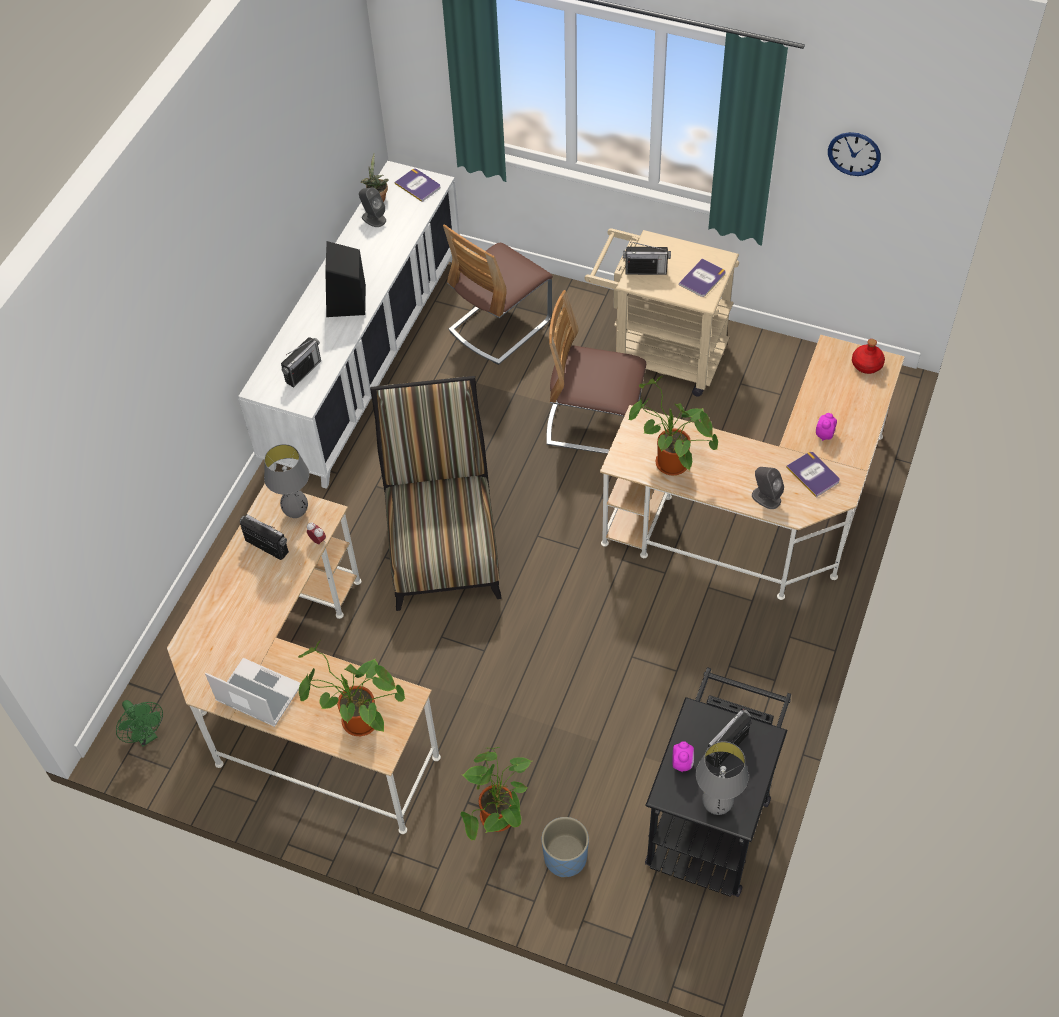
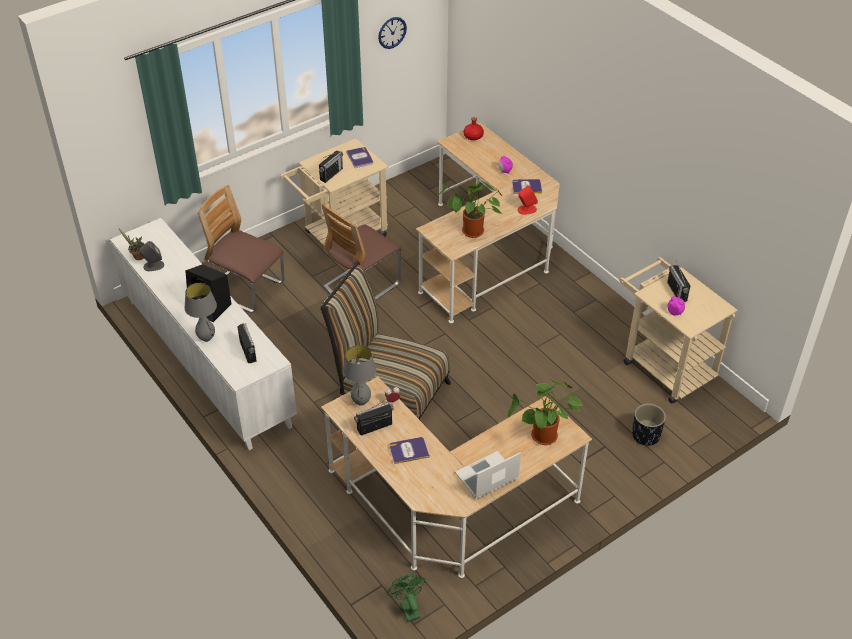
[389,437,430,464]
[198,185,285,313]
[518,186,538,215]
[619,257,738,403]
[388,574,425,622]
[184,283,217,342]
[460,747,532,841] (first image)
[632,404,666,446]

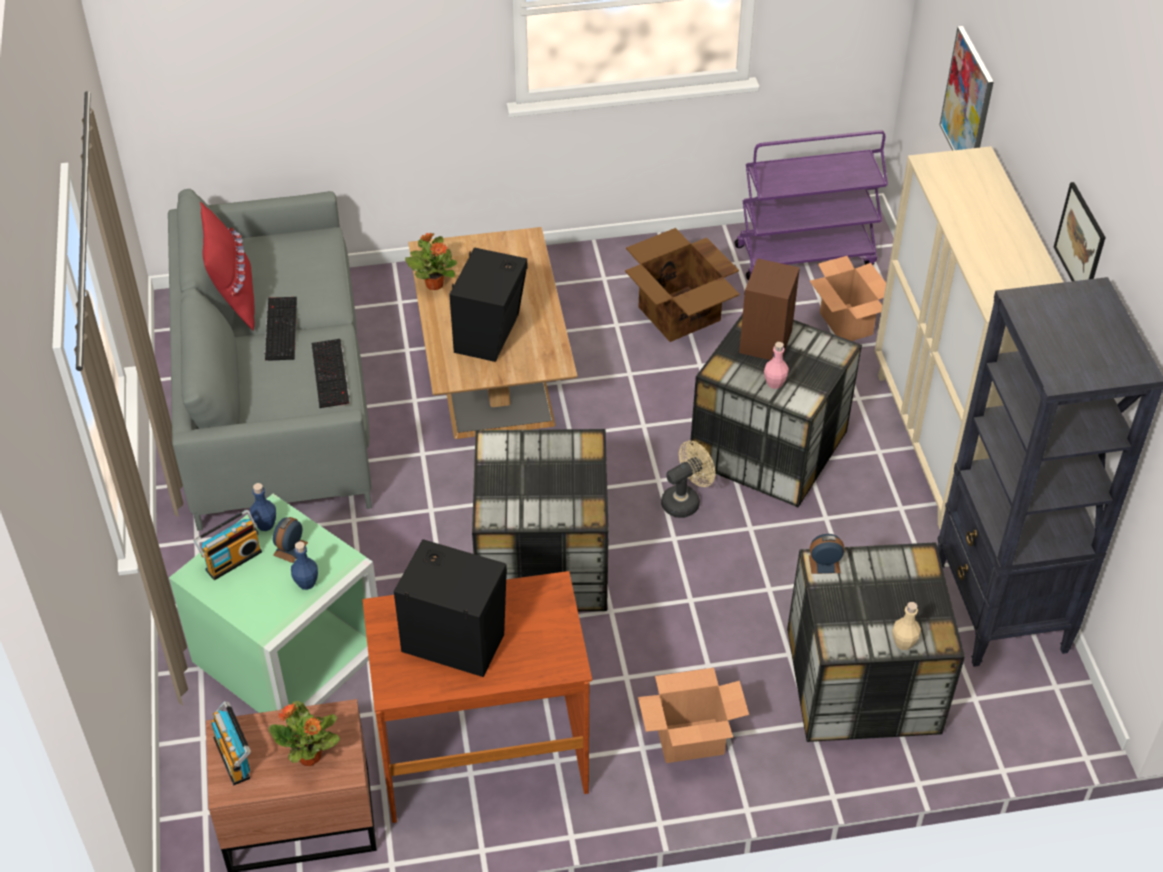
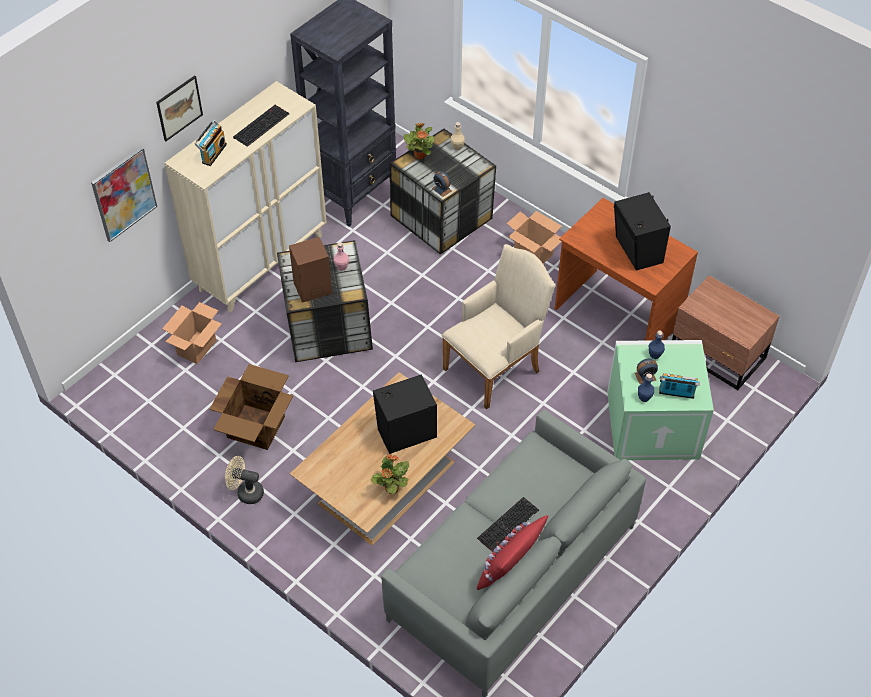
[734,130,888,280] (first image)
[156,75,203,141]
[233,105,289,147]
[442,244,556,409]
[225,456,264,504]
[195,120,227,166]
[403,123,435,159]

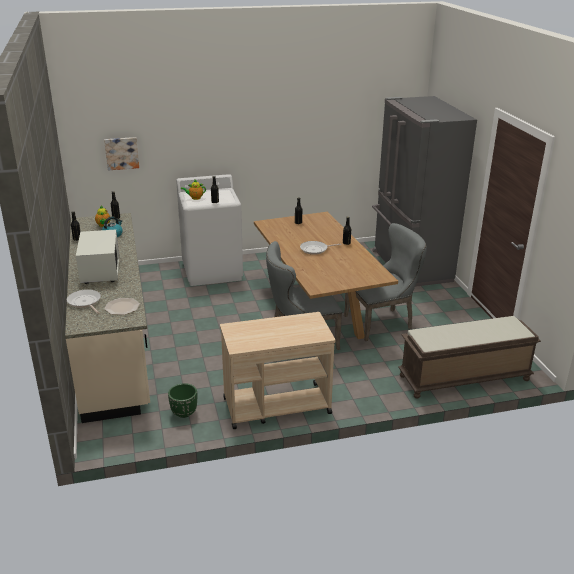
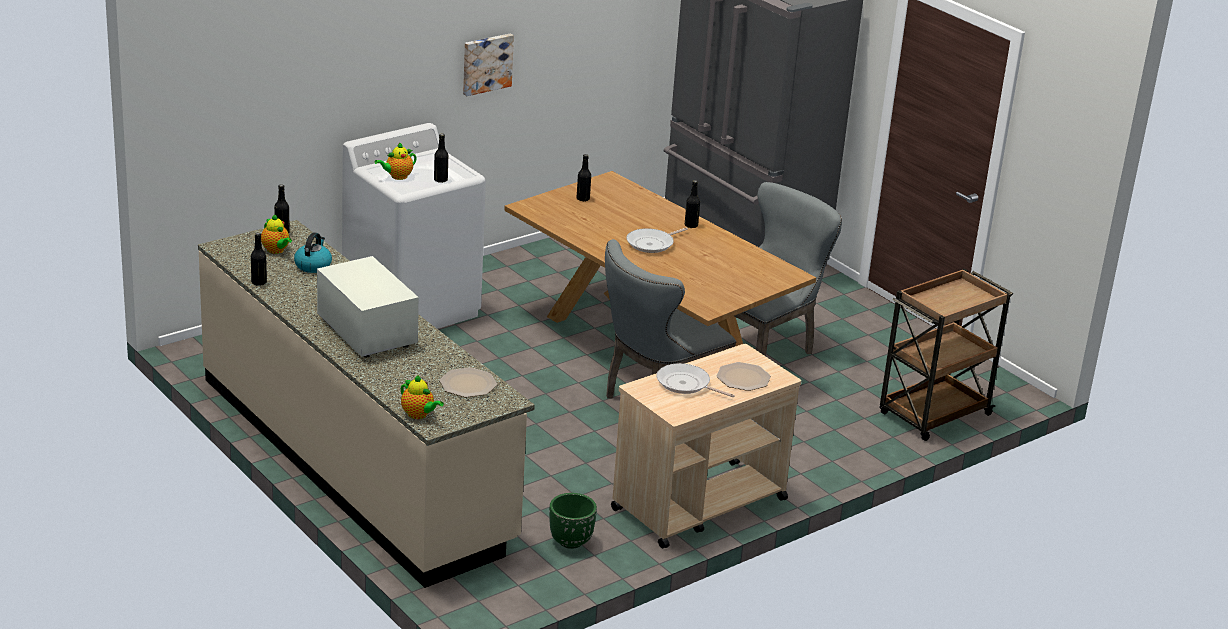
[463,33,514,96]
[657,363,735,397]
[880,269,1013,441]
[717,362,771,391]
[401,375,444,419]

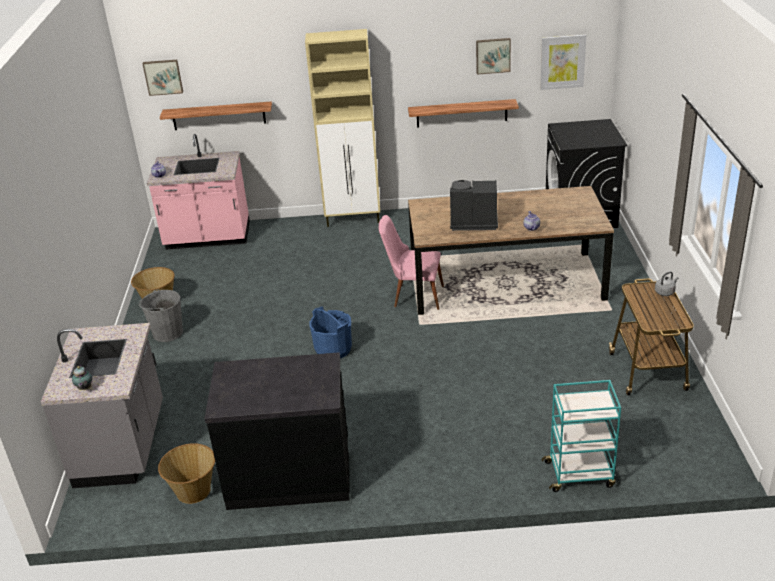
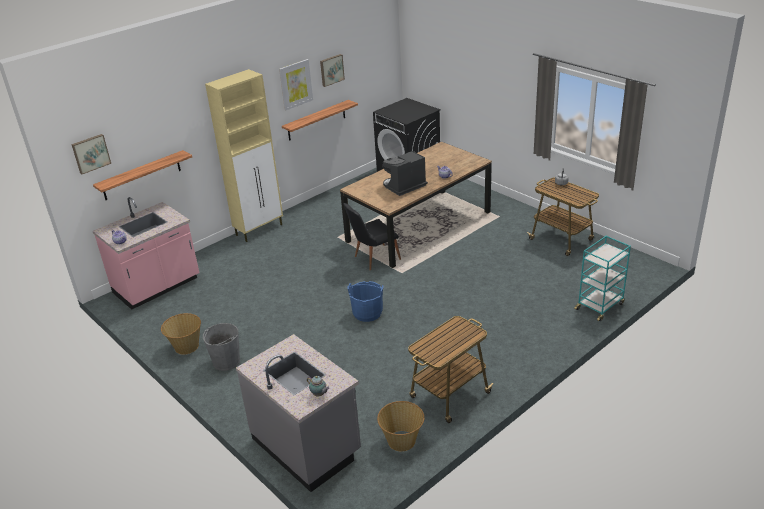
[279,59,313,110]
[343,203,401,270]
[408,316,493,423]

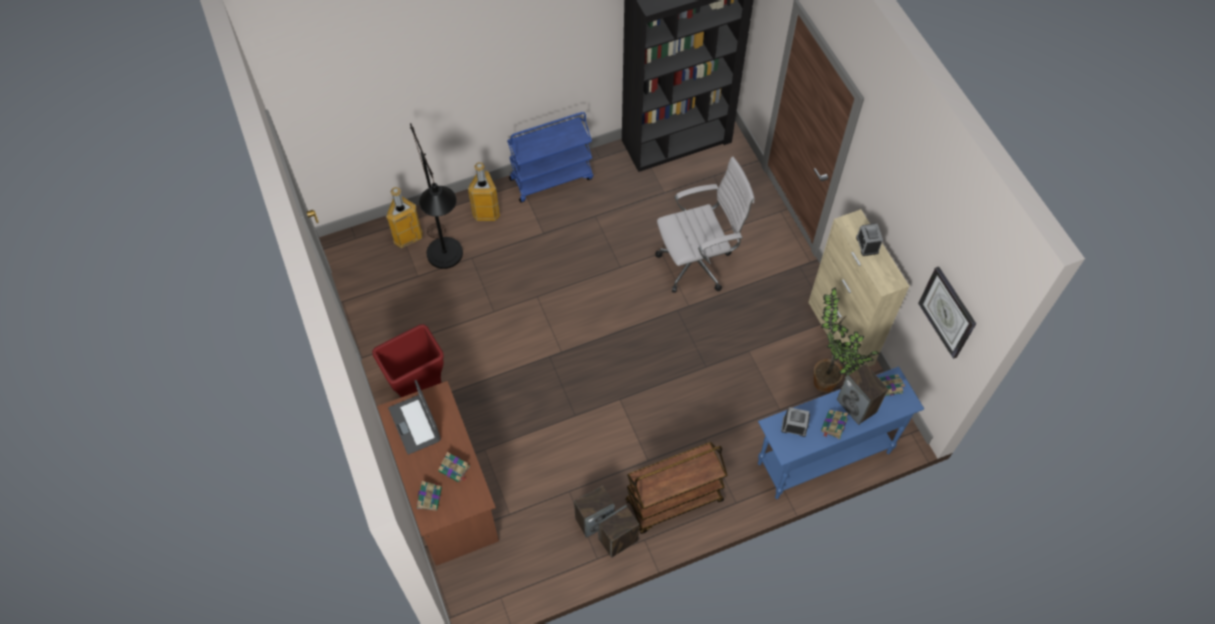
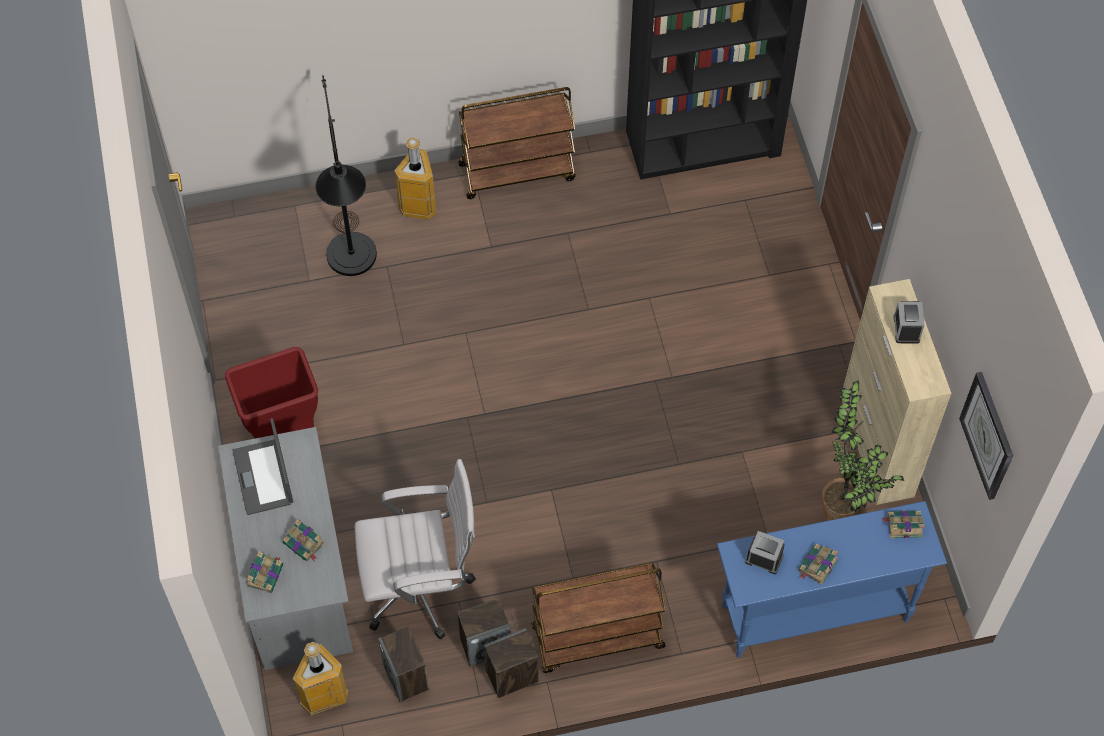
[458,87,576,199]
[355,459,476,639]
[293,642,348,716]
[378,626,429,702]
[218,427,353,670]

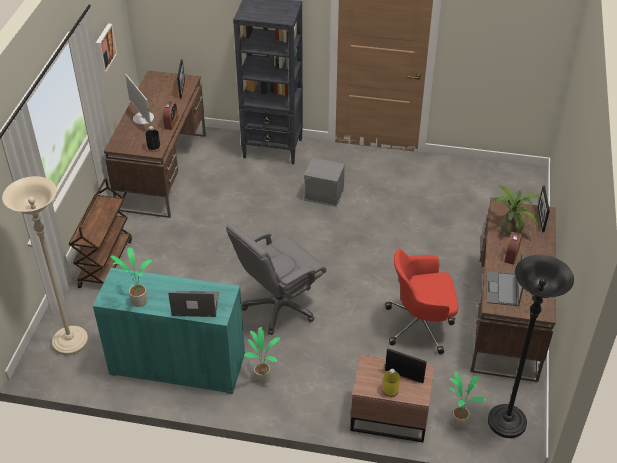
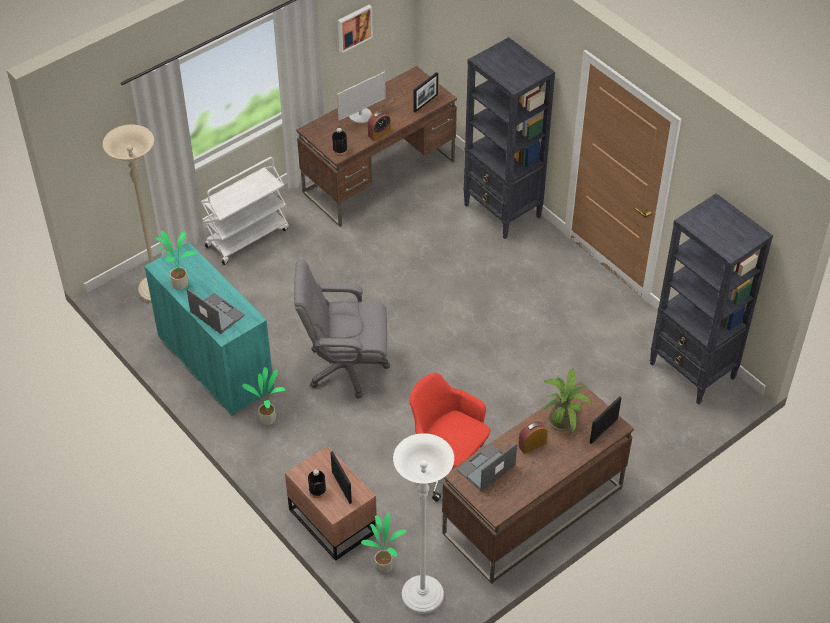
[337,72,386,123]
[304,158,345,207] (first image)
[201,157,289,265]
[393,433,454,614]
[308,469,326,498]
[650,193,773,405]

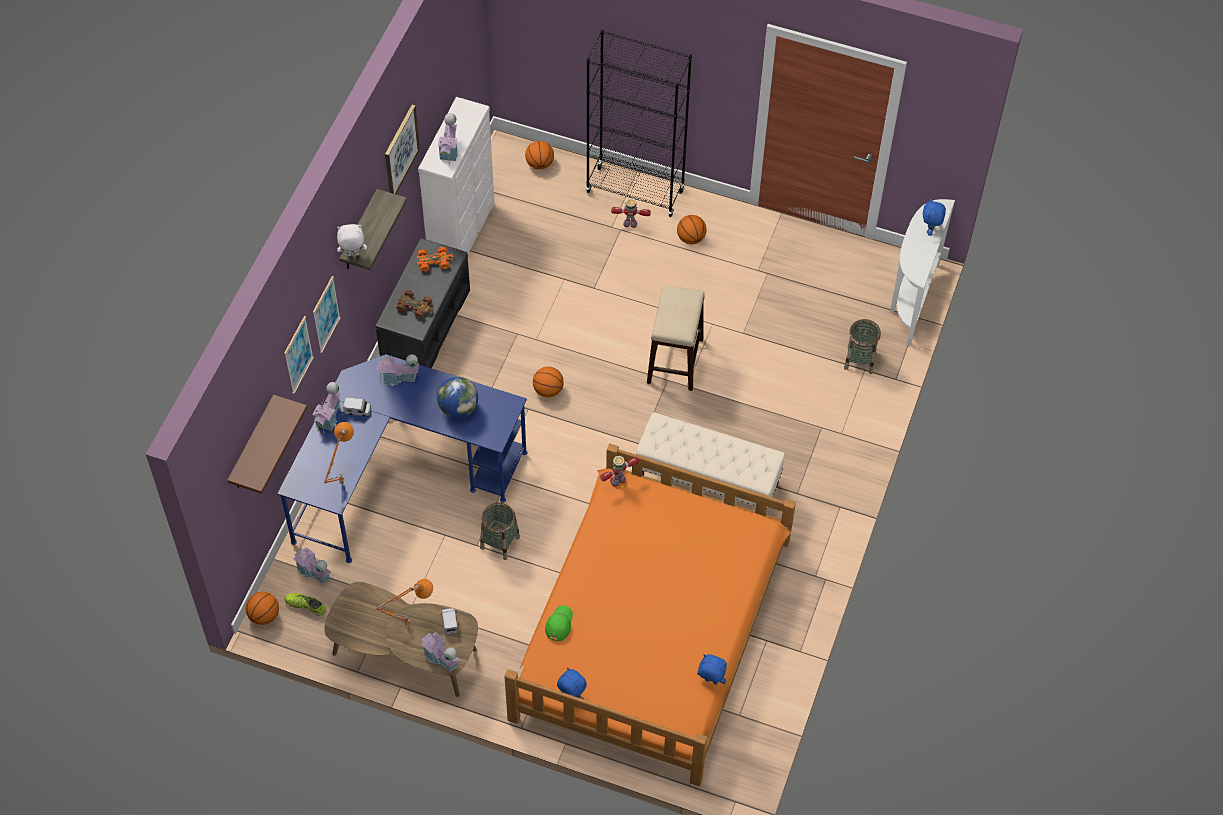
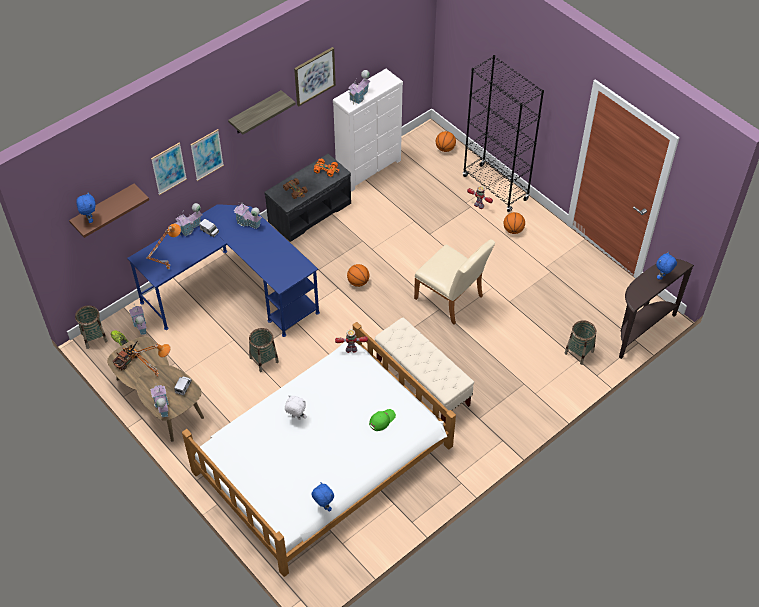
[619,259,694,359]
[285,395,307,420]
[414,239,495,324]
[437,377,478,418] (first image)
[182,322,456,577]
[75,305,108,349]
[369,409,396,431]
[76,192,96,223]
[112,341,140,370]

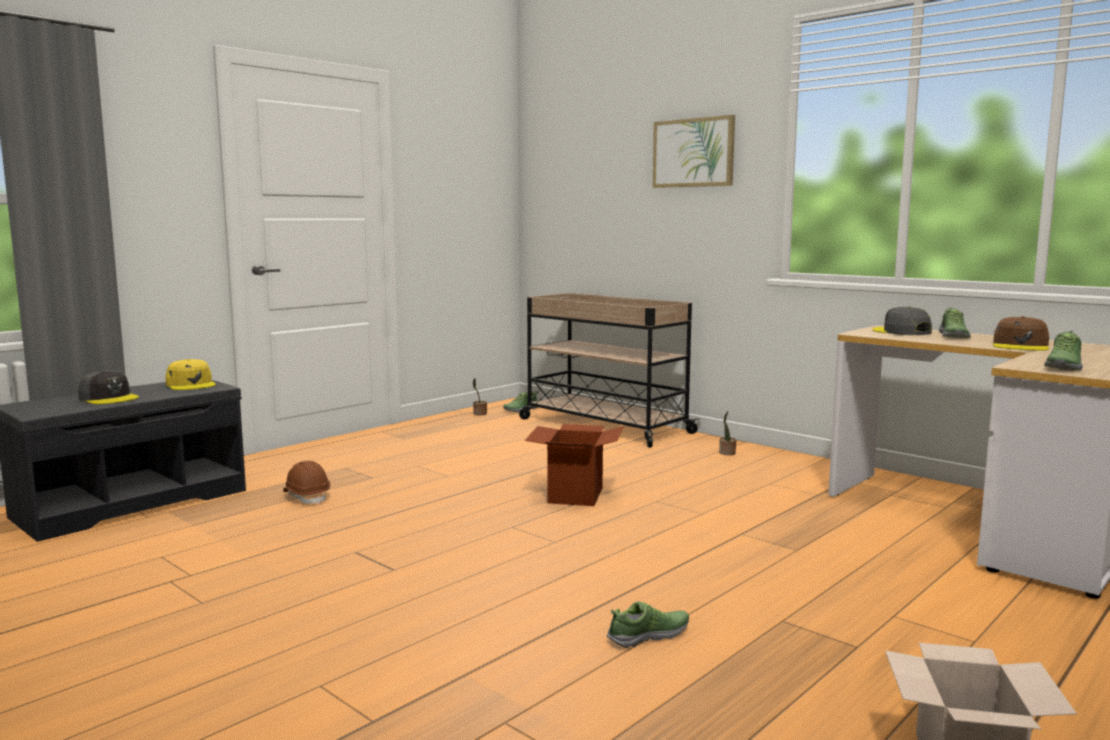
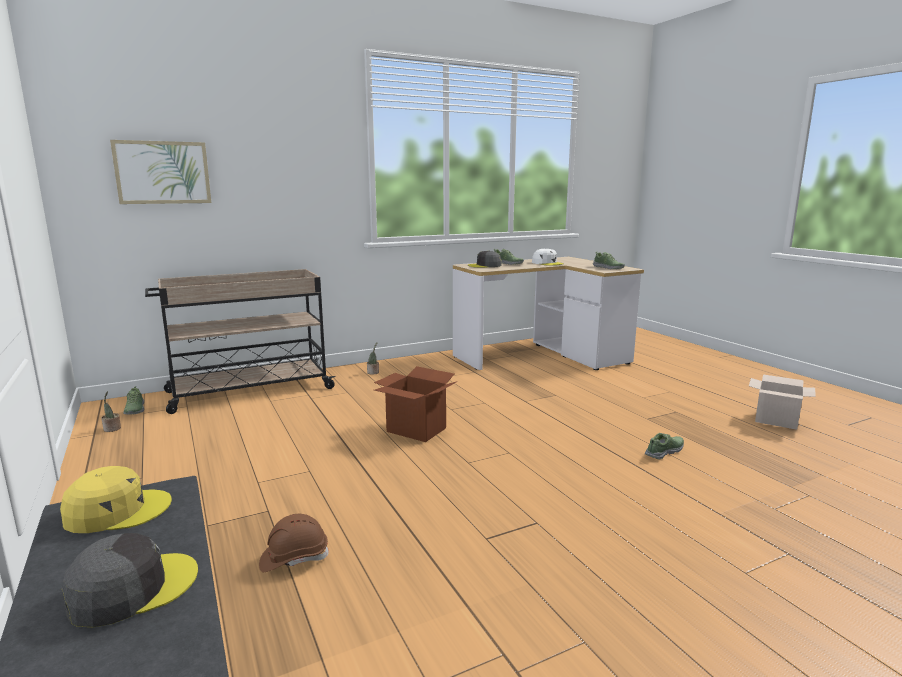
[110,140,211,204]
[532,248,564,265]
[645,433,684,460]

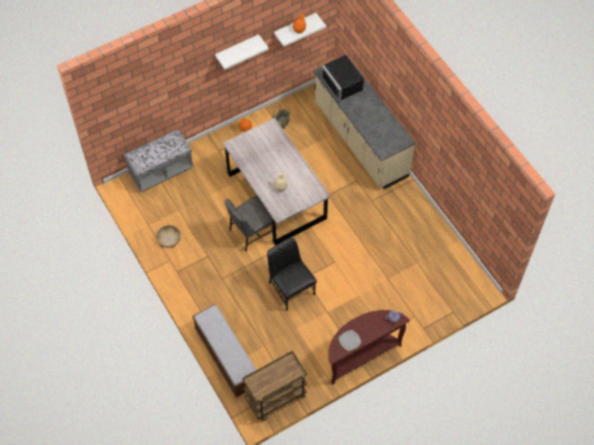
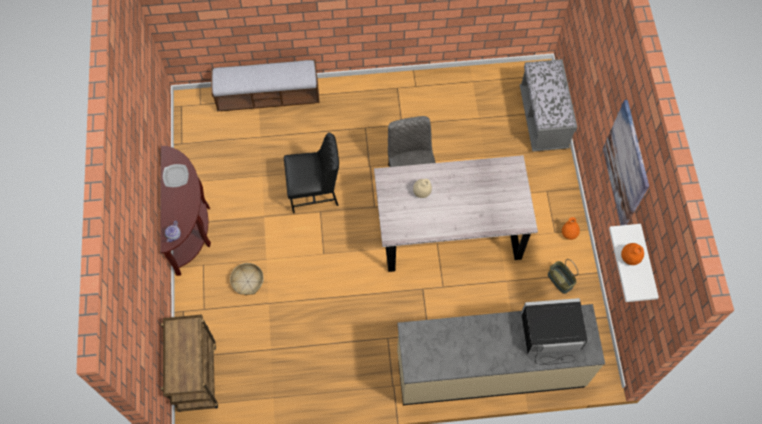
[603,100,649,226]
[230,263,264,295]
[161,314,218,412]

